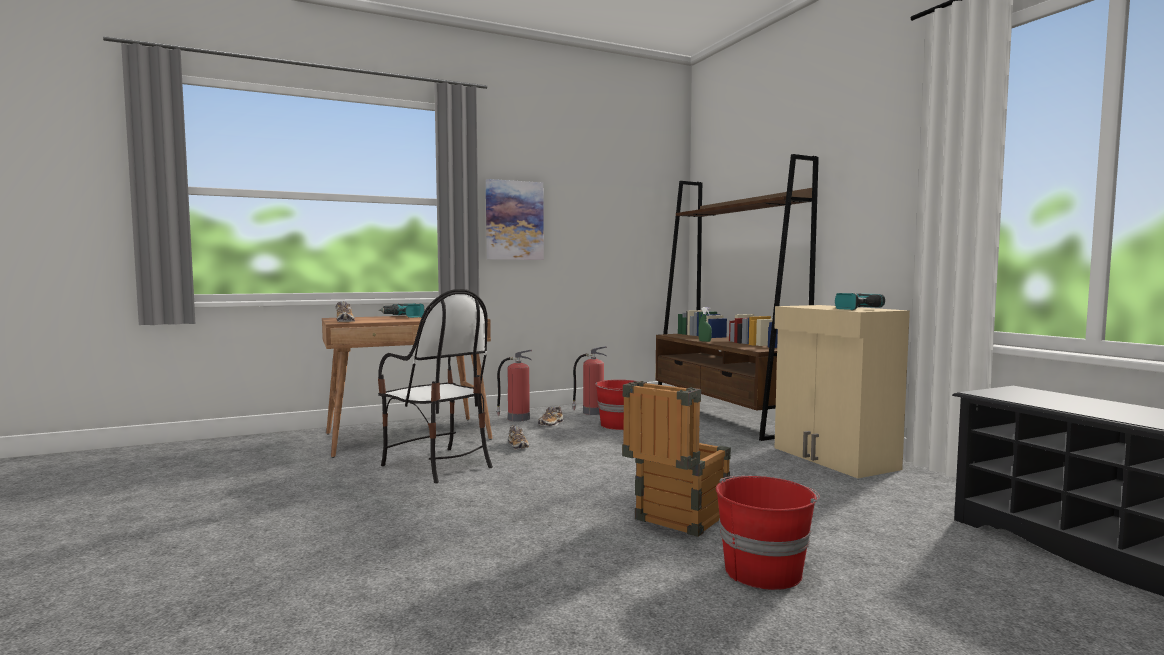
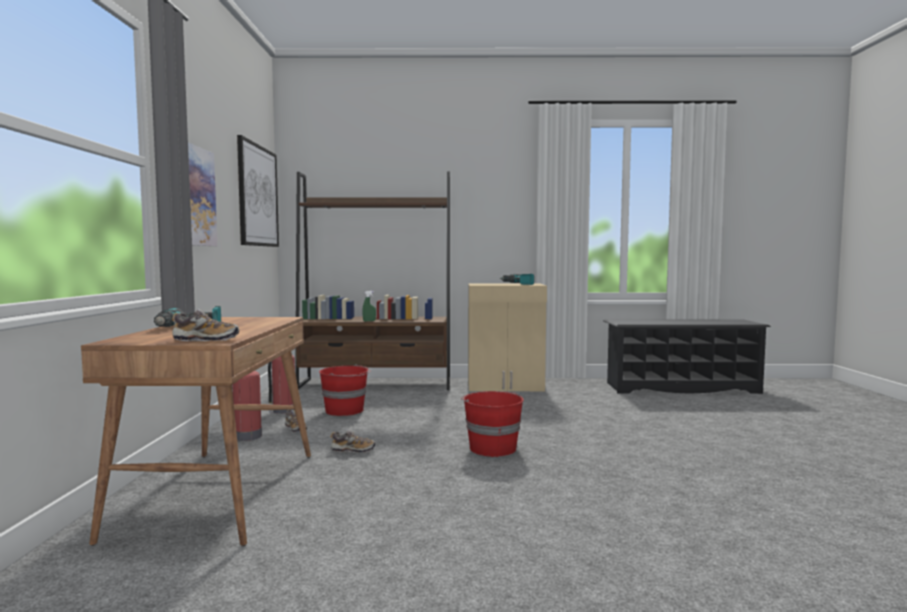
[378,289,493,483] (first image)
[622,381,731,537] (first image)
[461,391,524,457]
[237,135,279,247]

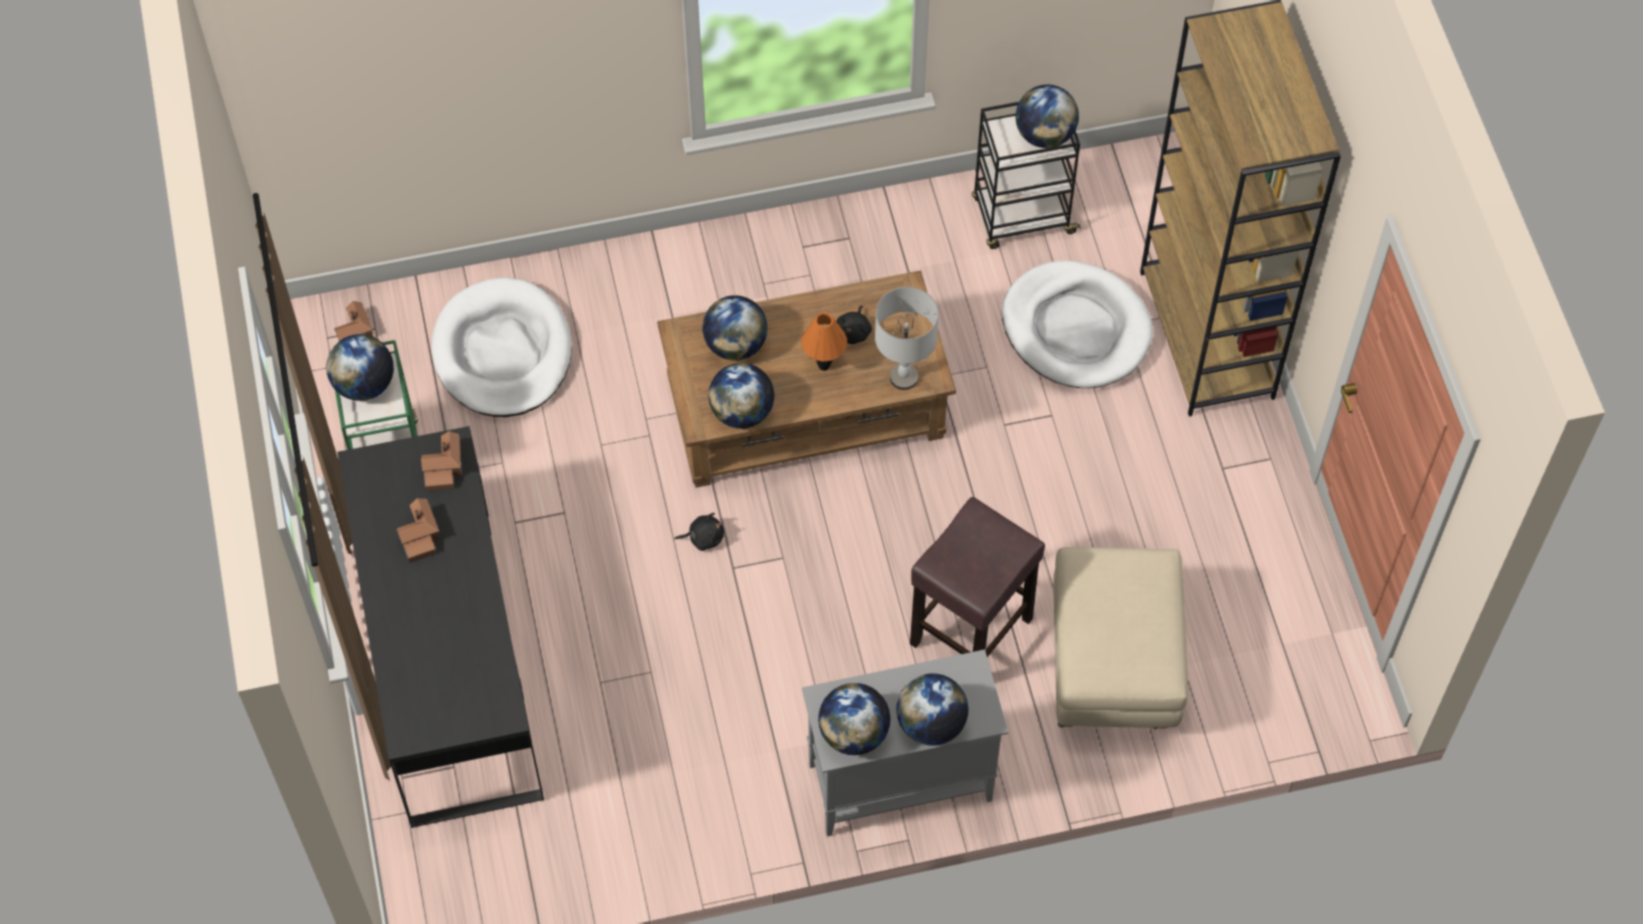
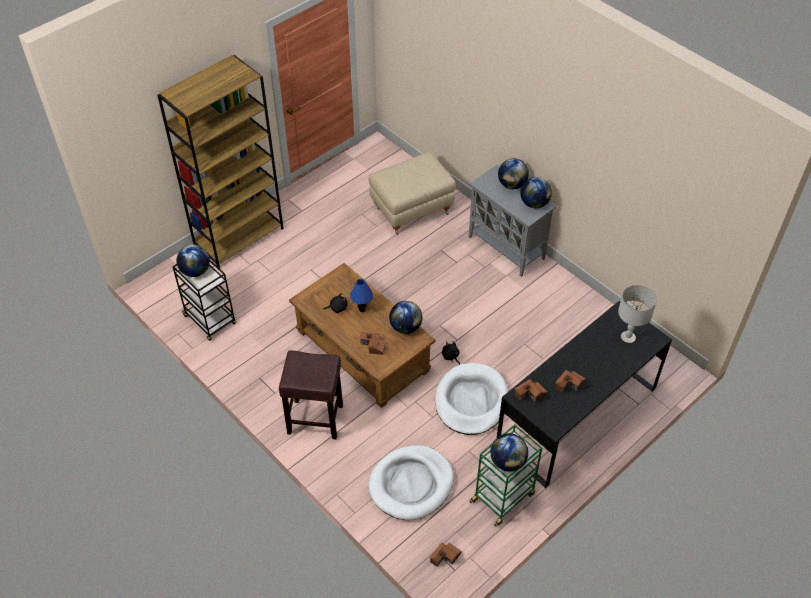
[435,363,508,435]
[618,285,657,345]
[360,332,385,355]
[350,279,373,312]
[279,350,343,439]

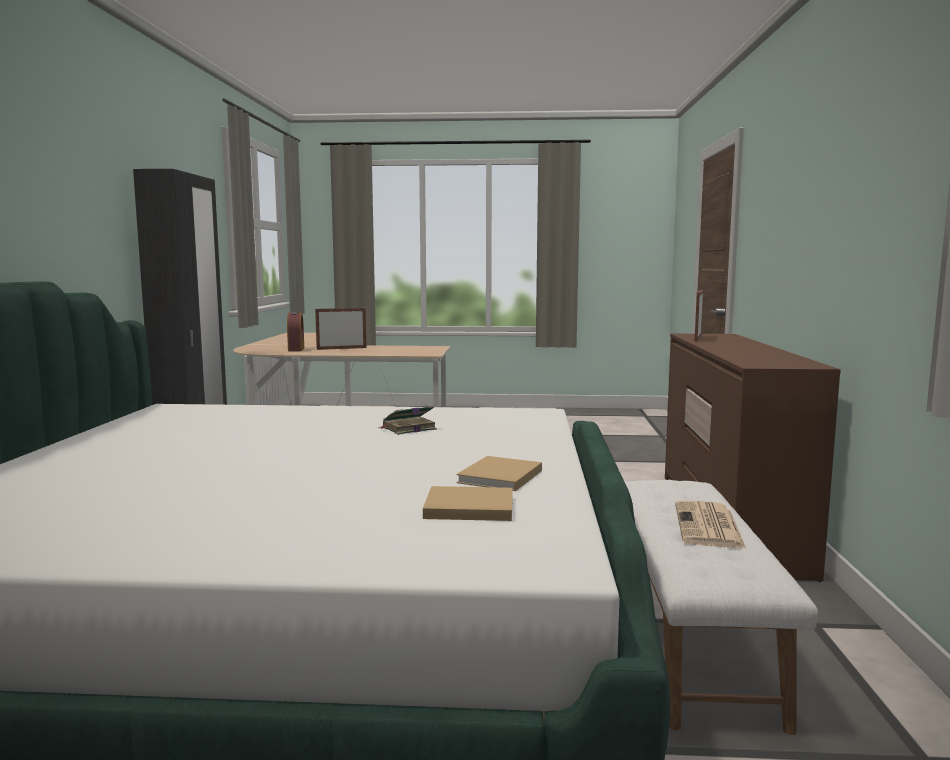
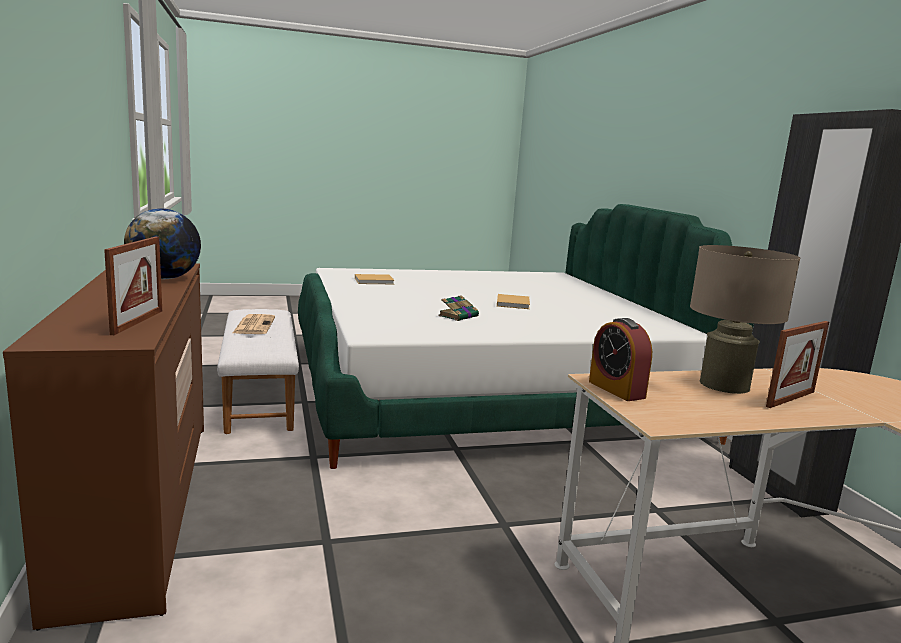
[589,318,652,401]
[497,294,530,309]
[124,208,201,279]
[690,245,800,394]

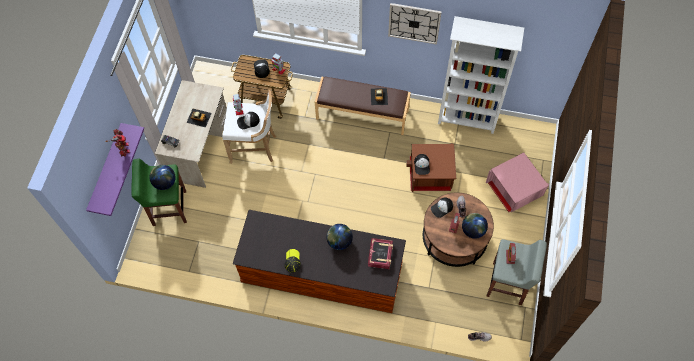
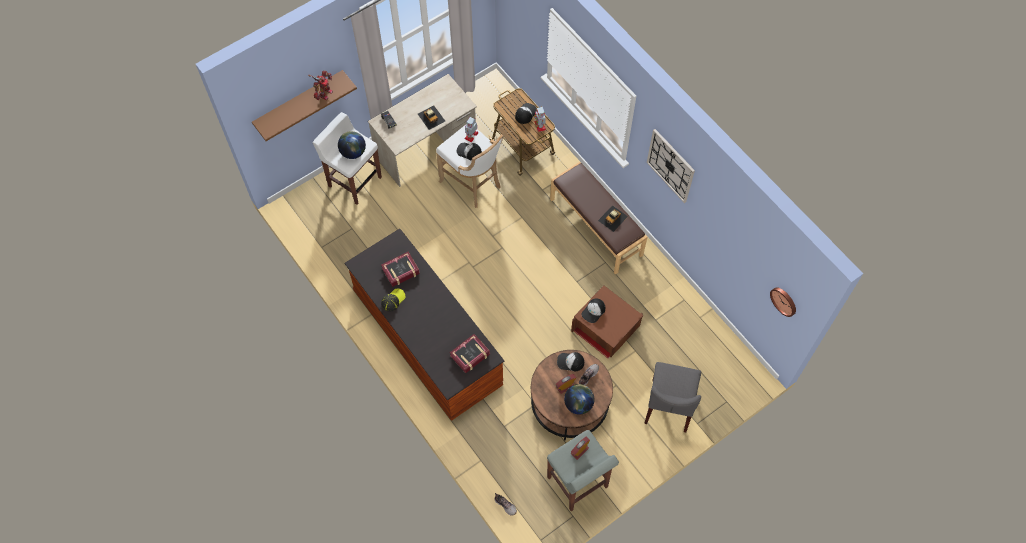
[438,16,524,134] (first image)
[252,70,357,141]
[644,362,701,432]
[313,112,382,205]
[326,224,353,250] (first image)
[381,252,420,287]
[770,287,796,317]

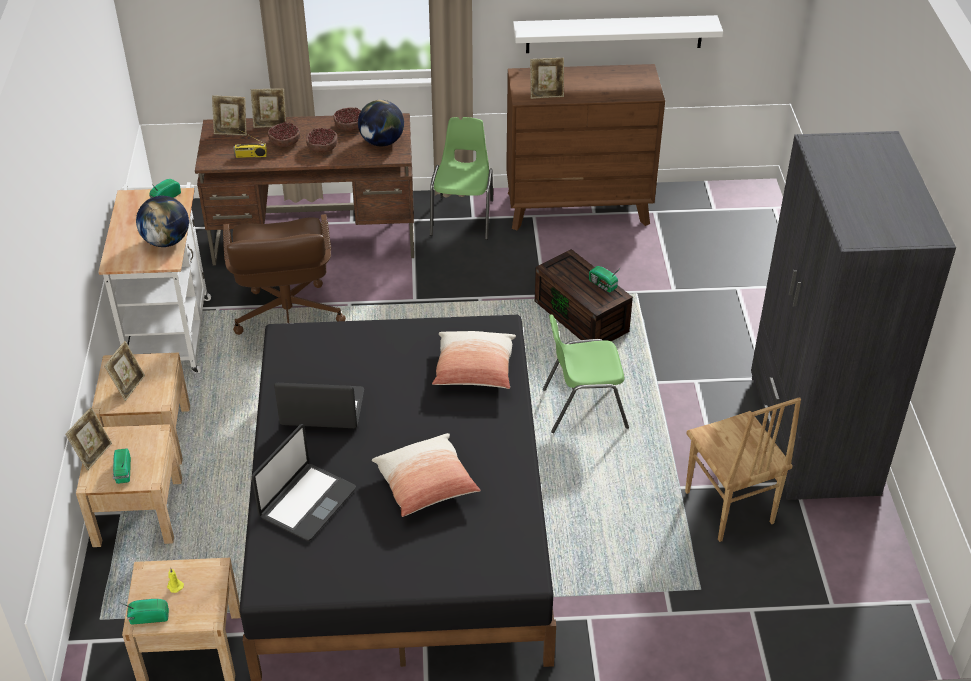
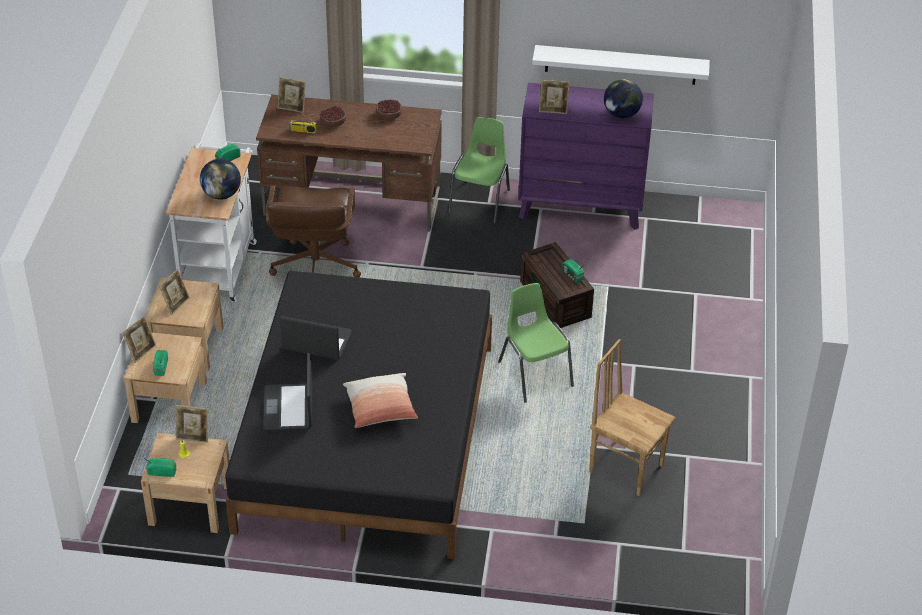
[518,83,654,230]
[176,405,208,443]
[604,79,643,118]
[306,128,338,152] (first image)
[751,131,956,500] (first image)
[498,283,574,403]
[432,331,516,389] (first image)
[589,339,676,496]
[263,353,312,431]

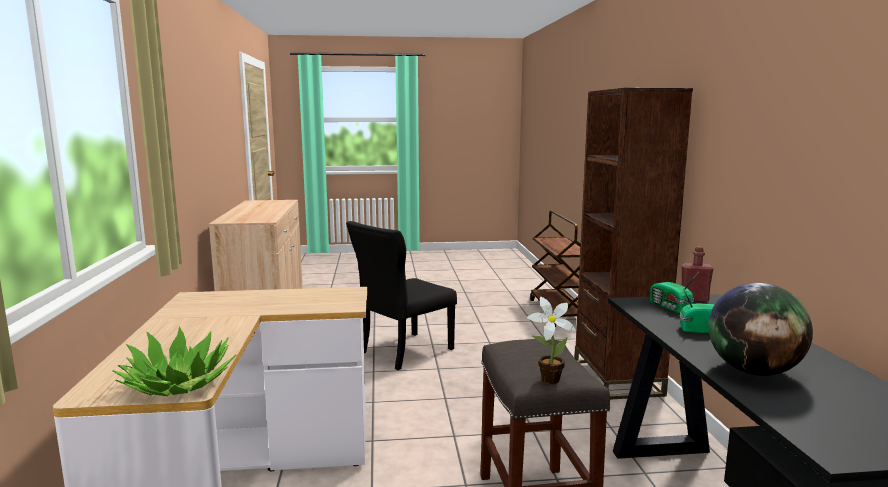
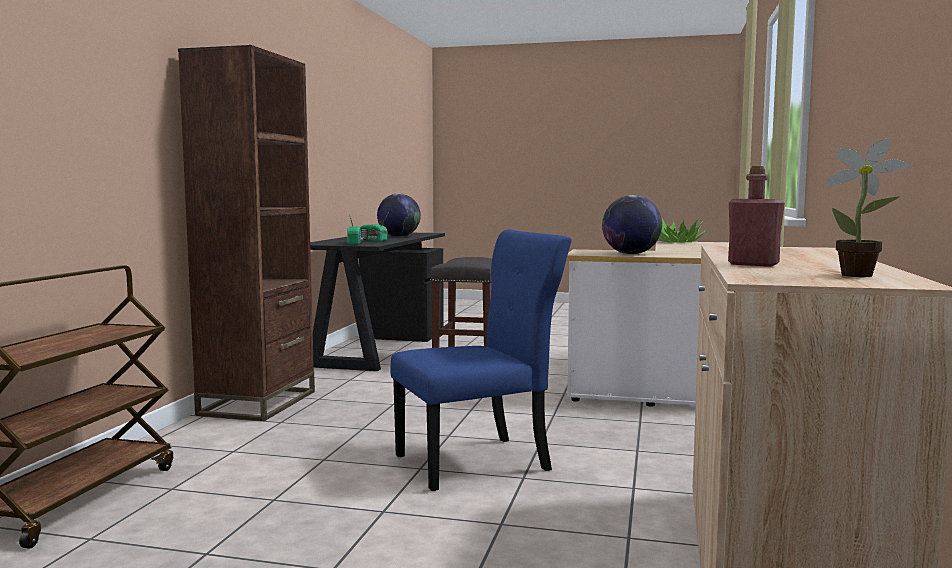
[391,230,572,491]
[728,166,785,267]
[824,138,911,277]
[602,195,662,254]

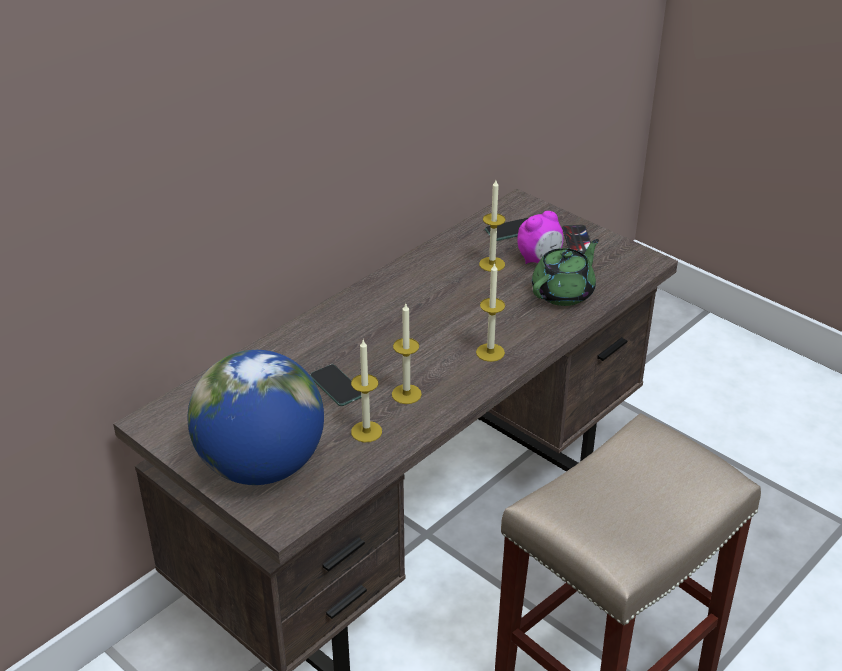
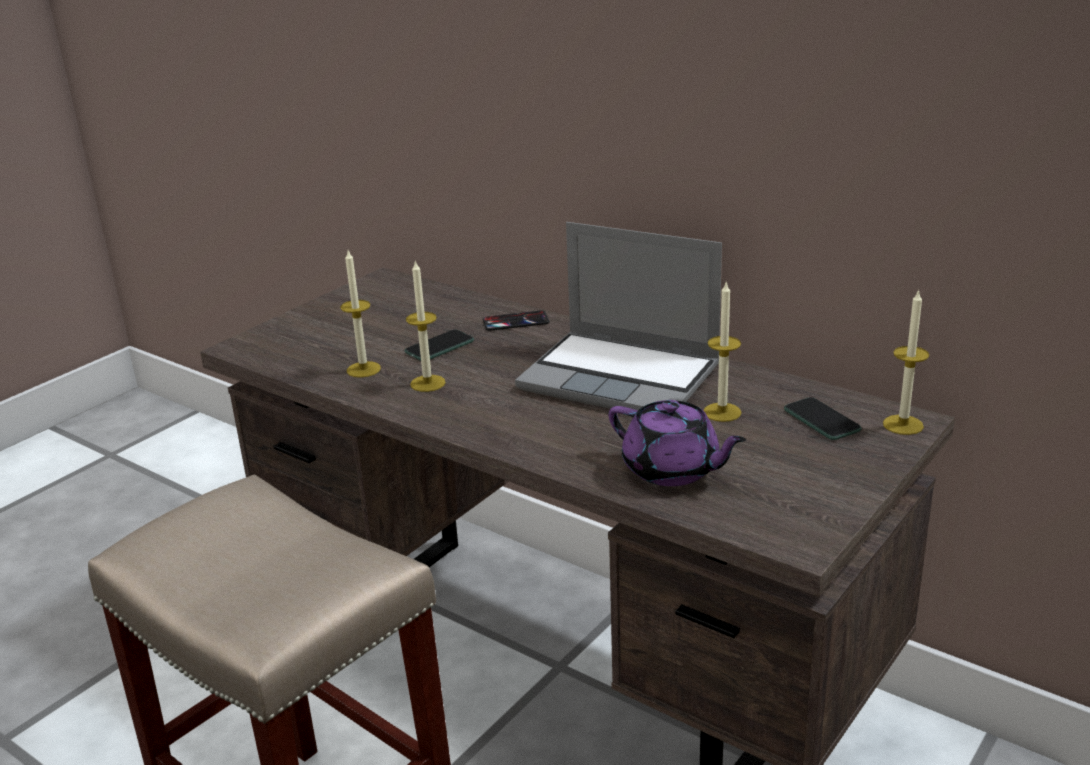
[518,211,564,264] (first image)
[483,310,549,331]
[608,400,747,486]
[883,289,929,435]
[188,350,324,485] (first image)
[515,222,722,410]

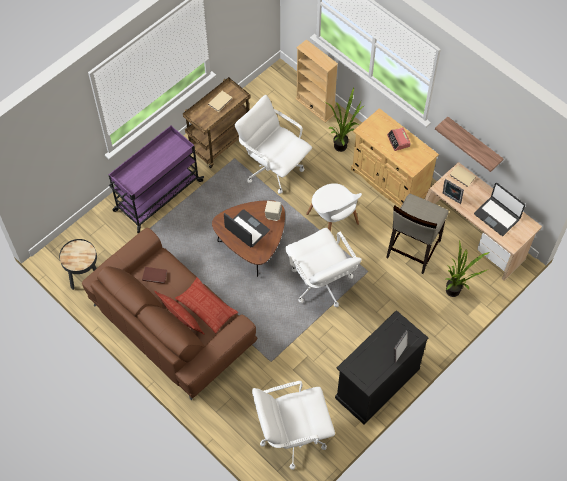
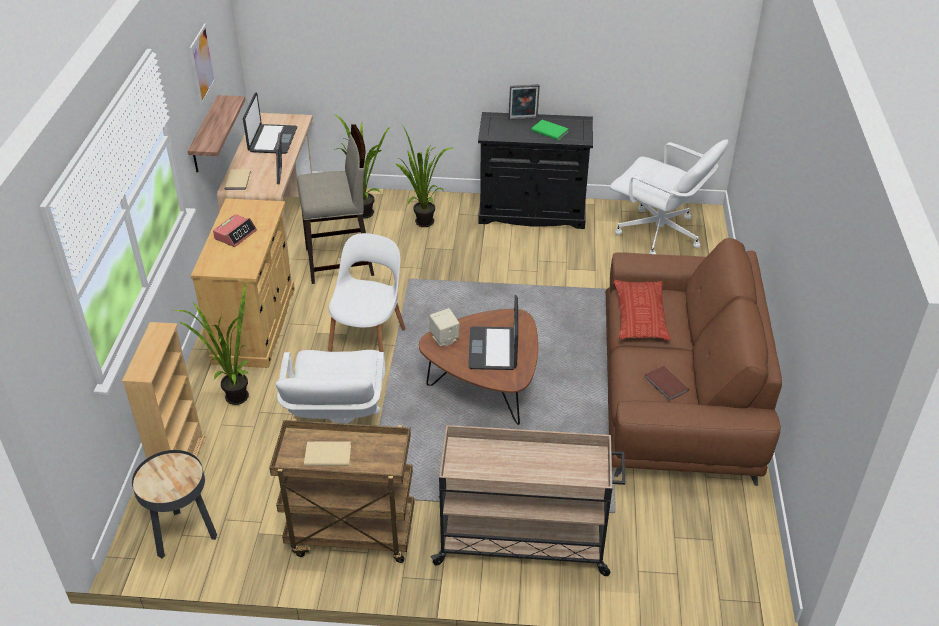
[430,425,625,576]
[285,228,362,307] (first image)
[132,450,217,559]
[154,291,205,335] (first image)
[190,24,216,105]
[531,120,568,140]
[396,122,452,227]

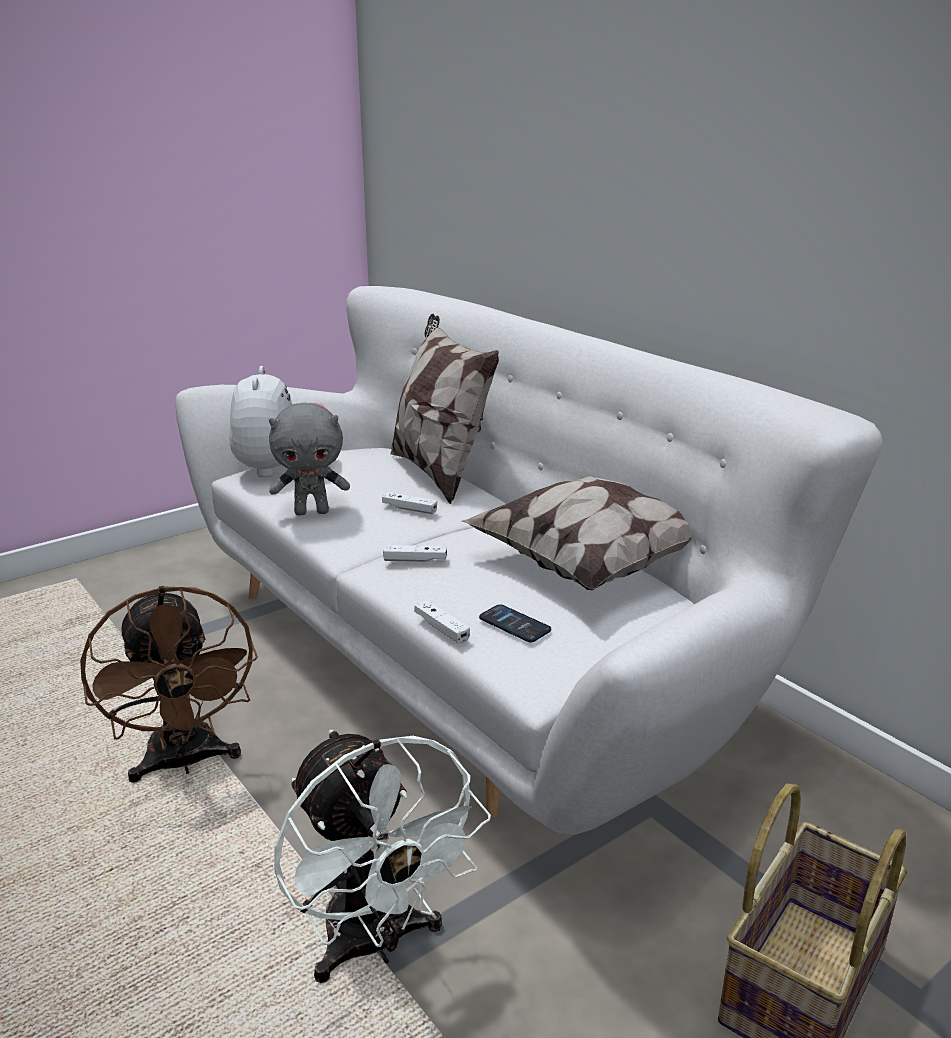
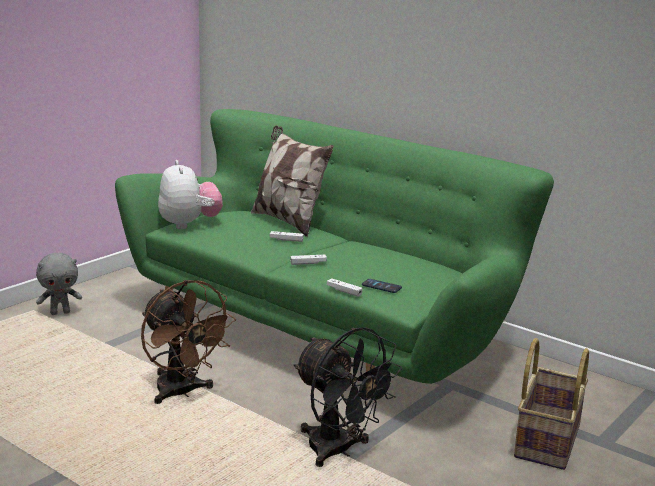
[115,109,554,399]
[36,253,82,315]
[462,476,692,590] (first image)
[294,327,402,467]

